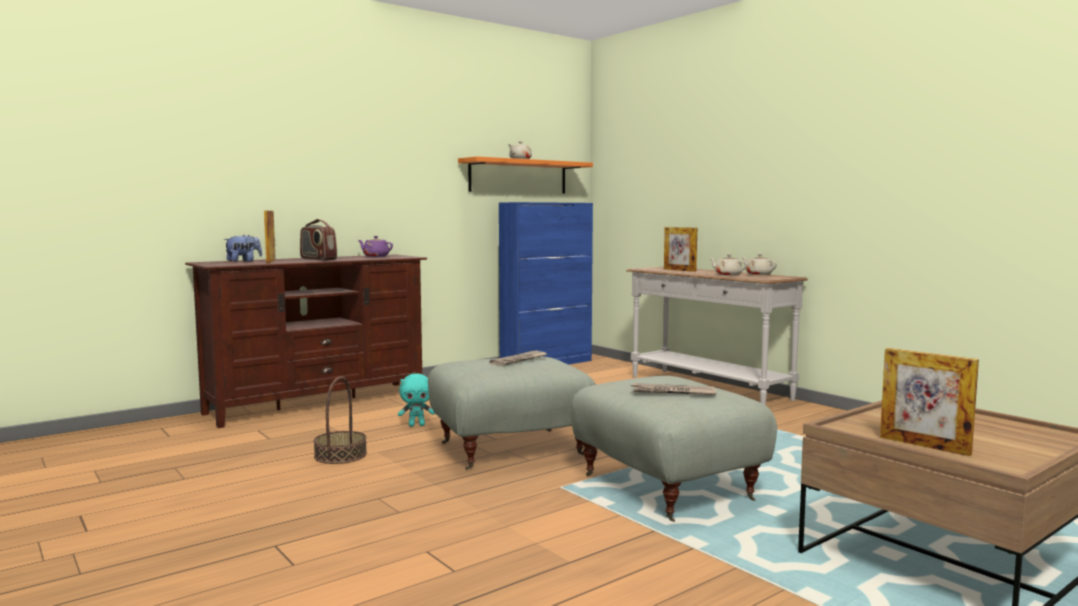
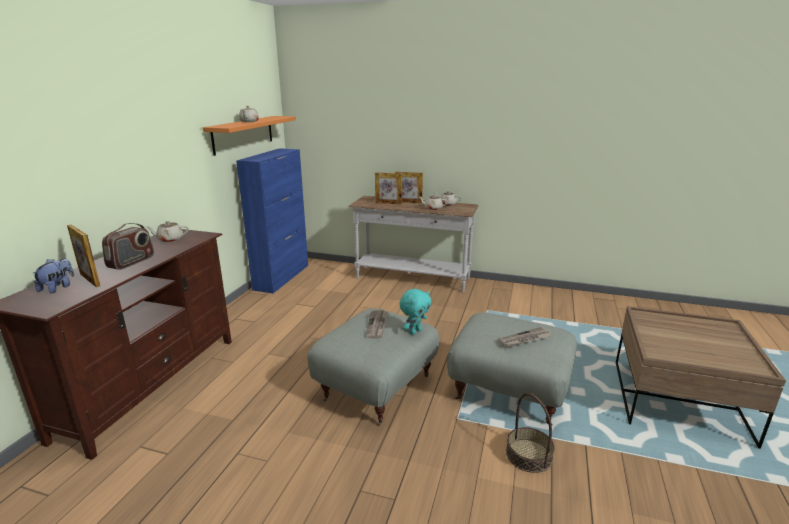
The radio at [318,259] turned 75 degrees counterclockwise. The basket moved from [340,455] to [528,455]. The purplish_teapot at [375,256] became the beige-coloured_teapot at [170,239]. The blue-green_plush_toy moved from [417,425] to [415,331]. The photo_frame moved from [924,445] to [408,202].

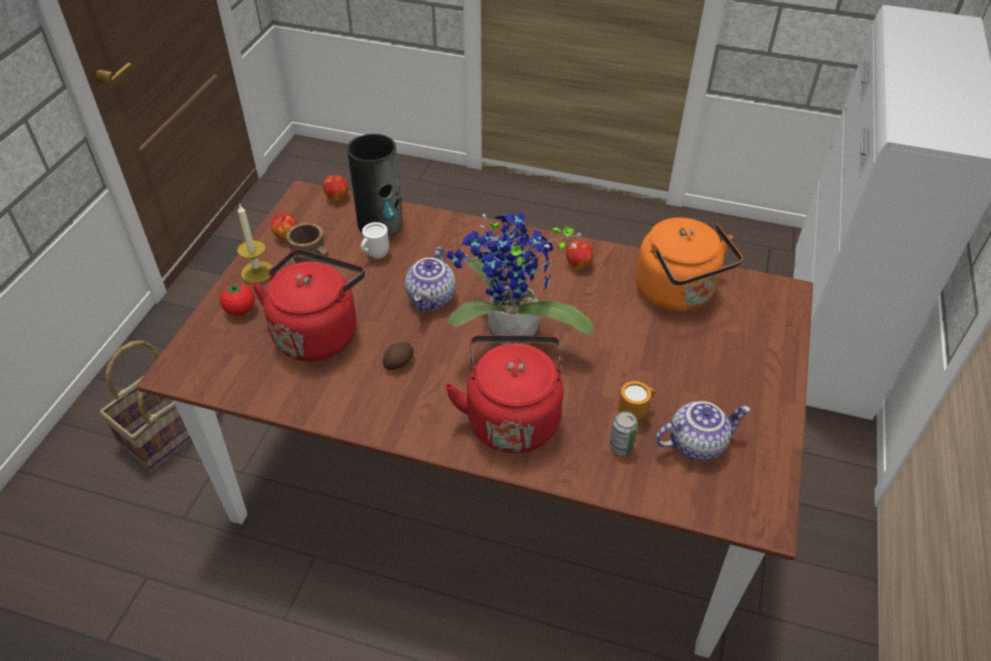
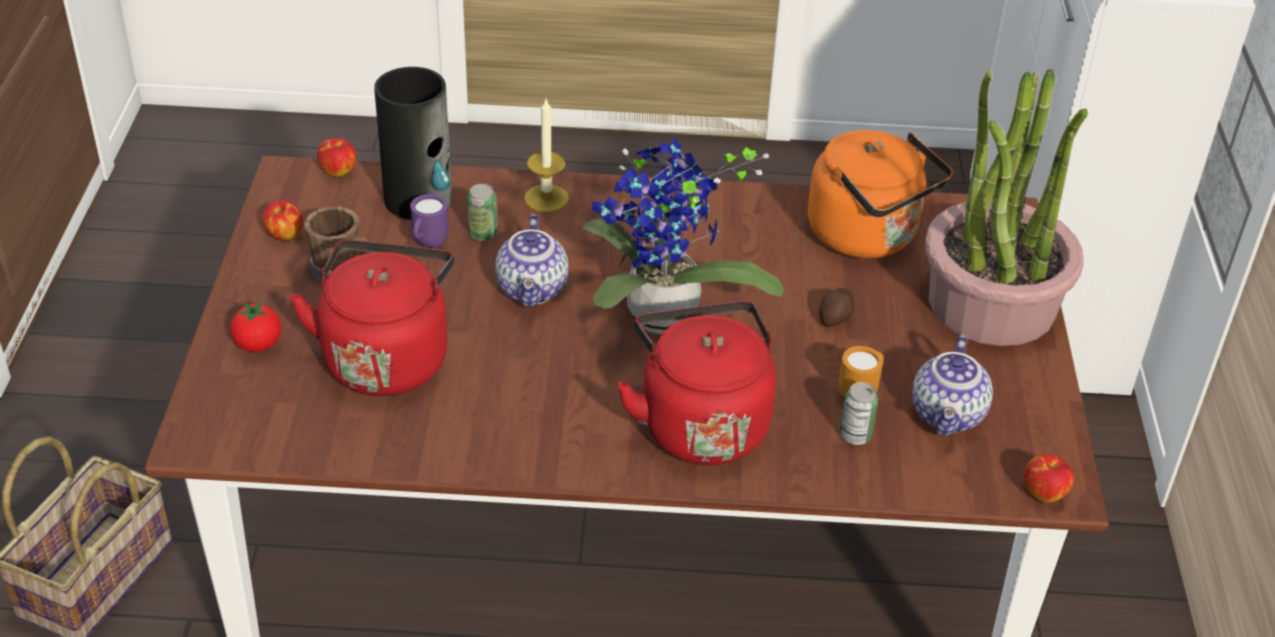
The wax_light moved from [257,272] to [546,198]. The whitish_tea_mug at [375,256] became the purplish_tea_mug at [428,244]. The spud moved from [399,362] to [836,317]. The apple moved from [578,264] to [1044,493]. The teapot at [696,443] turned 135 degrees clockwise. The can at [483,234] appeared. The plant_in_a_pot at [991,304] appeared.

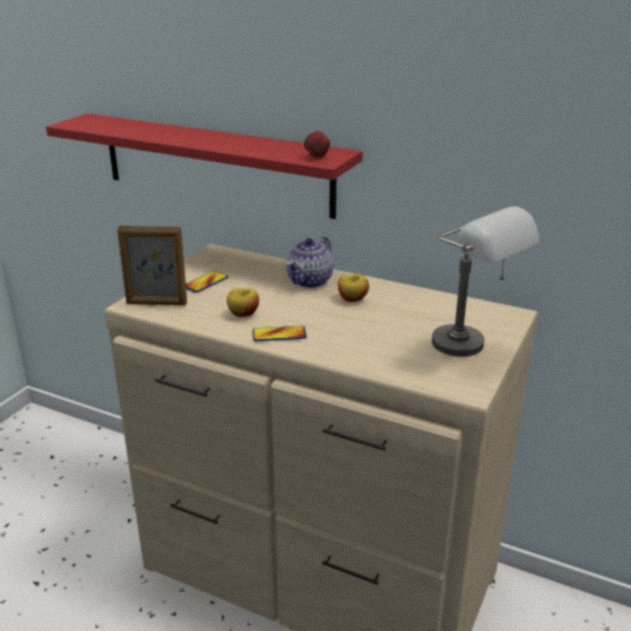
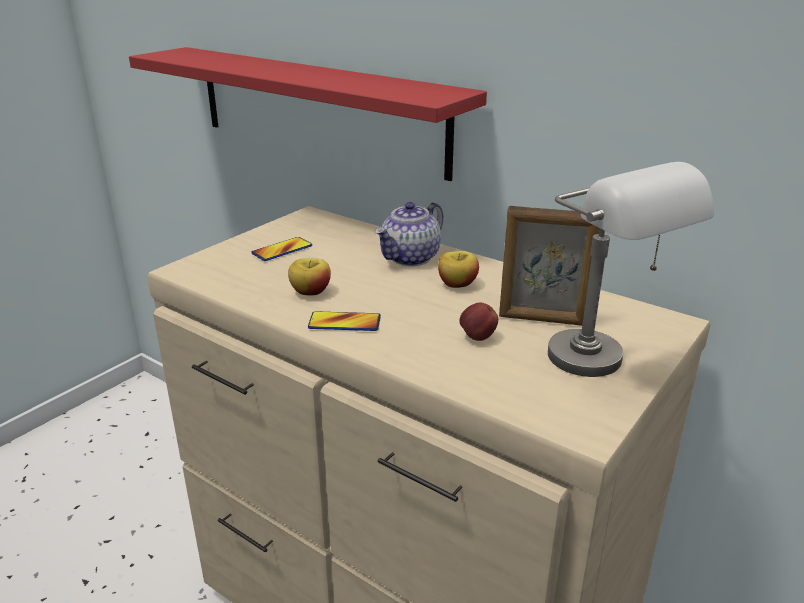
The photo_frame moved from [156,303] to [542,319]. The apple moved from [316,157] to [477,337].

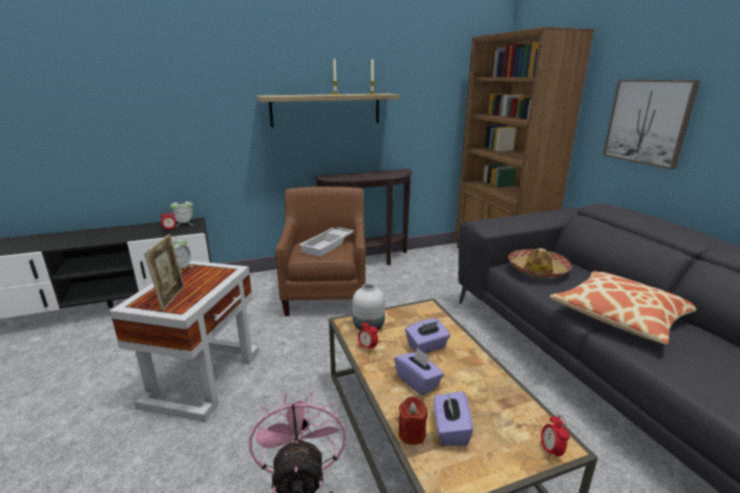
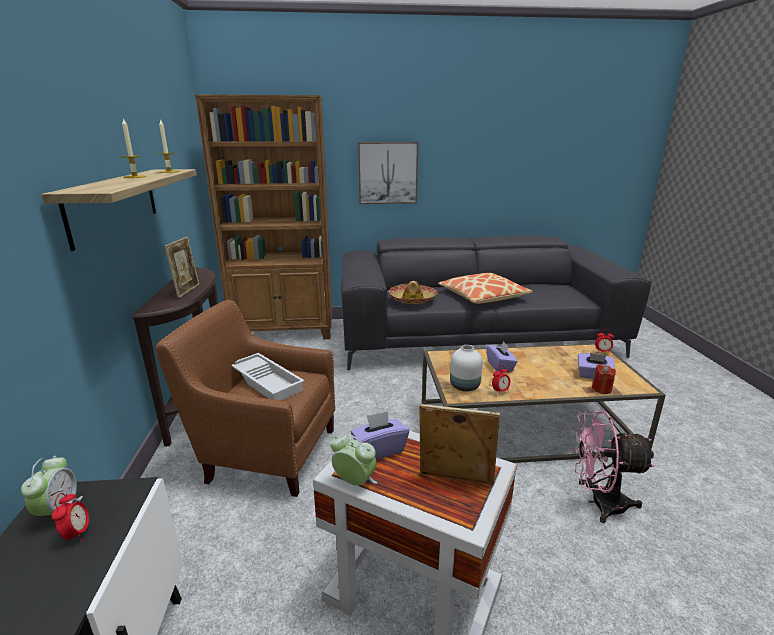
The purplish_tissue_box moved from [418,382] to [379,449]. The photo_frame at [187,291] appeared.

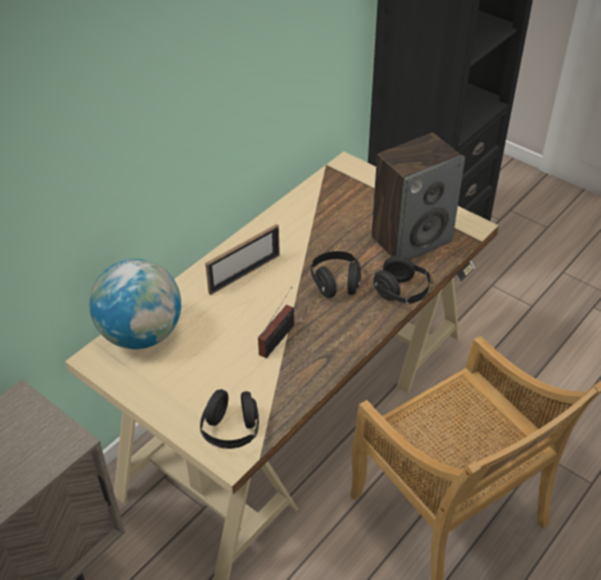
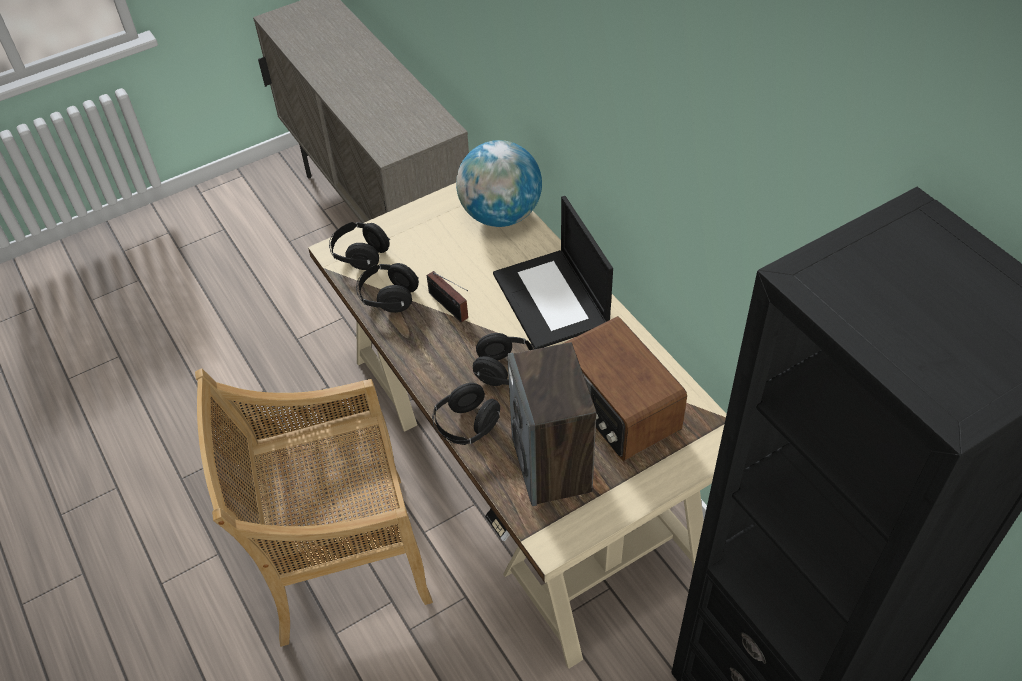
The photo_frame at [244,274] was replaced by the laptop at [552,300]. The black_pair_of_headphones at [388,298] appeared. The radio at [617,408] appeared.

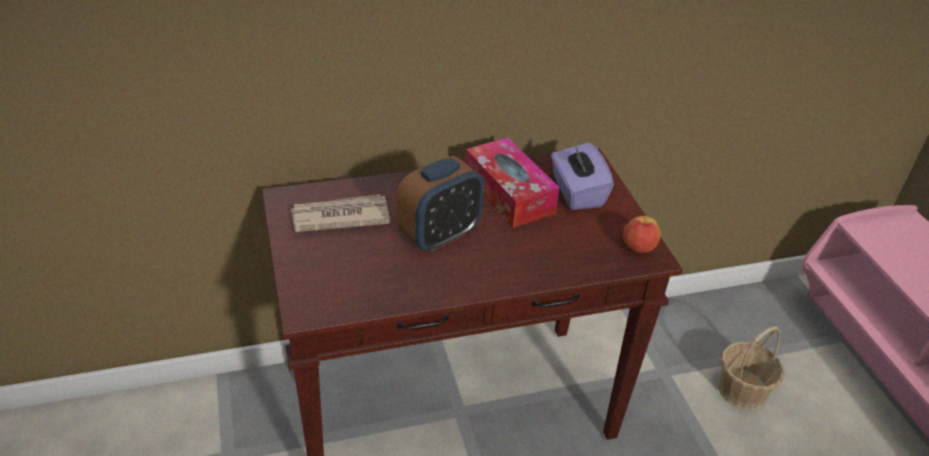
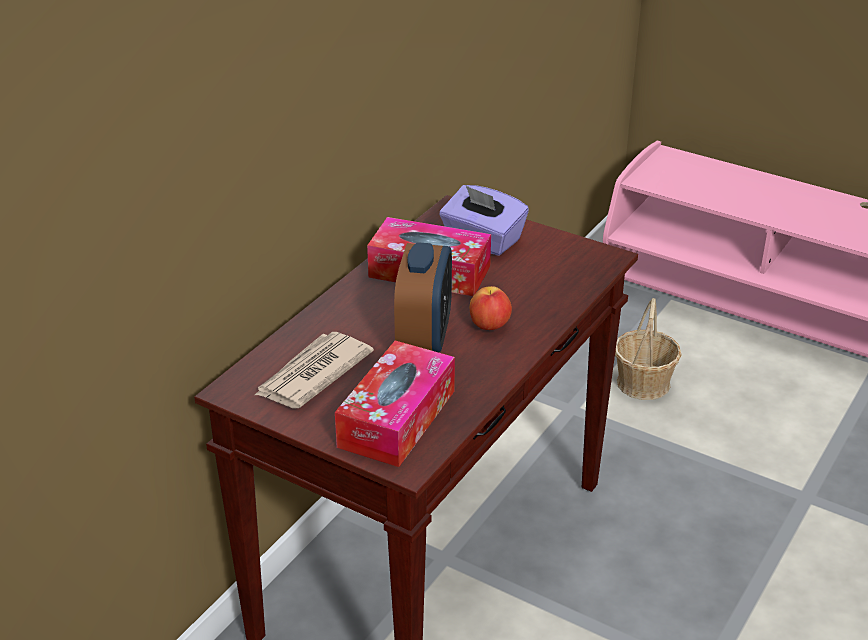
The apple moved from [638,248] to [489,325]. The tissue_box at [397,418] appeared.

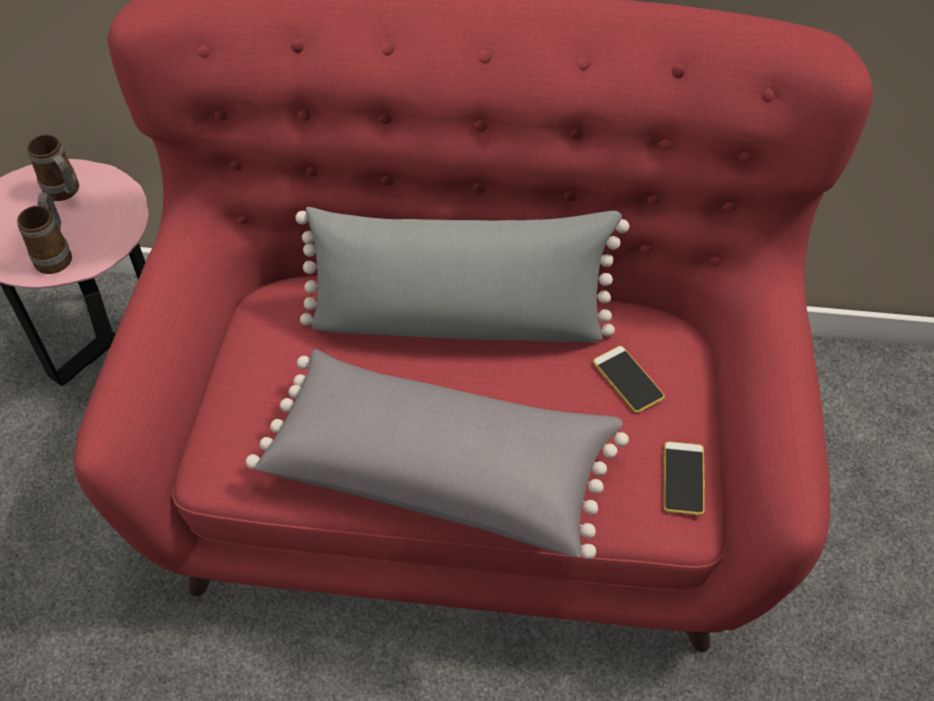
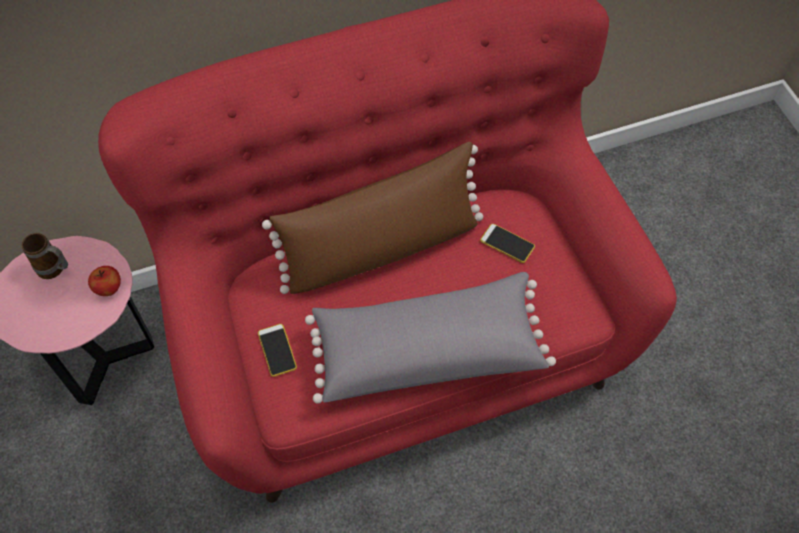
The tea_mug at [56,254] disappeared. The greyish_cushion at [459,320] became the brownish_cushion at [382,248]. The telephone moved from [683,478] to [277,350]. The apple at [109,288] appeared.

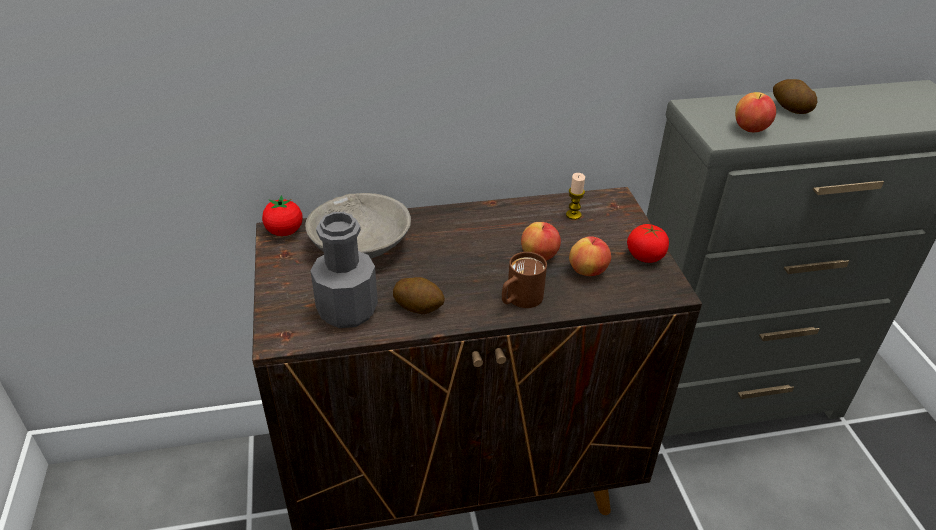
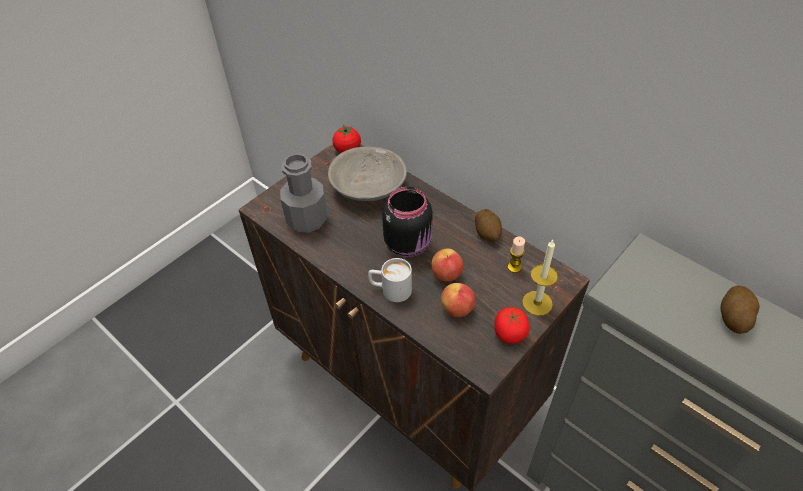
The spud moved from [419,306] to [487,233]. The brownish_tea_mug at [519,300] became the whitish_tea_mug at [390,290]. The apple at [750,129] disappeared. The black_jar at [409,244] appeared. The wax_light at [537,303] appeared.

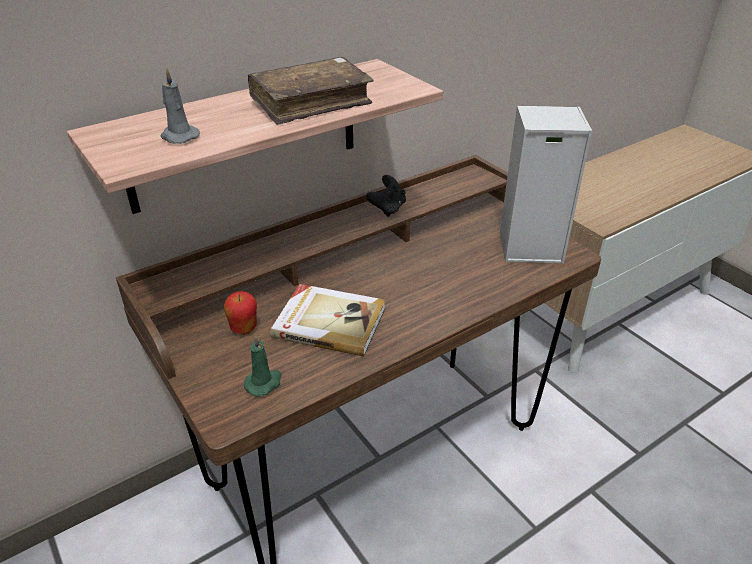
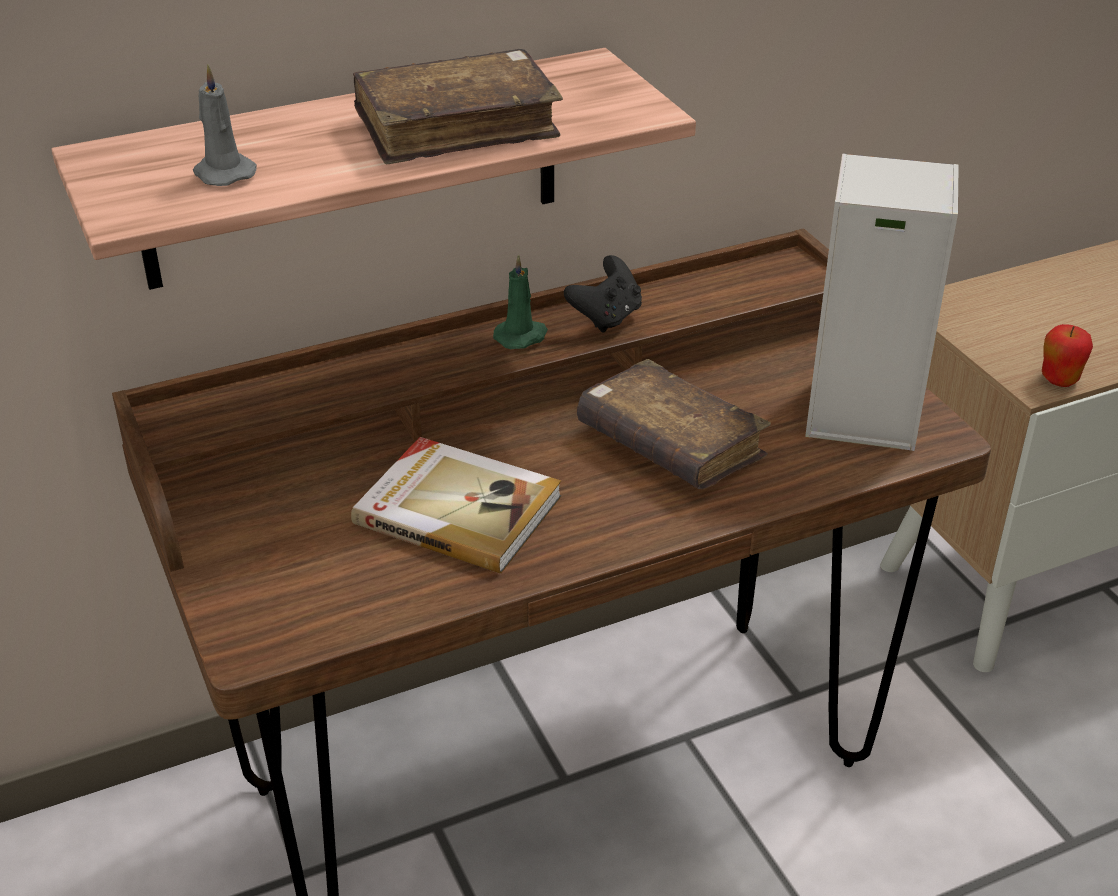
The apple moved from [244,328] to [1059,380]. The greenish_wax_light moved from [264,383] to [522,336]. The brownish_bound_book at [670,444] appeared.

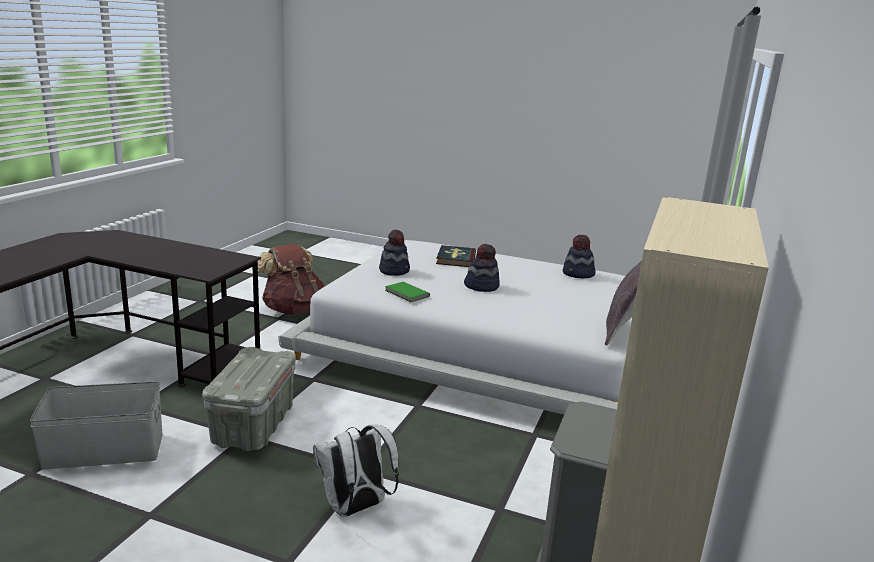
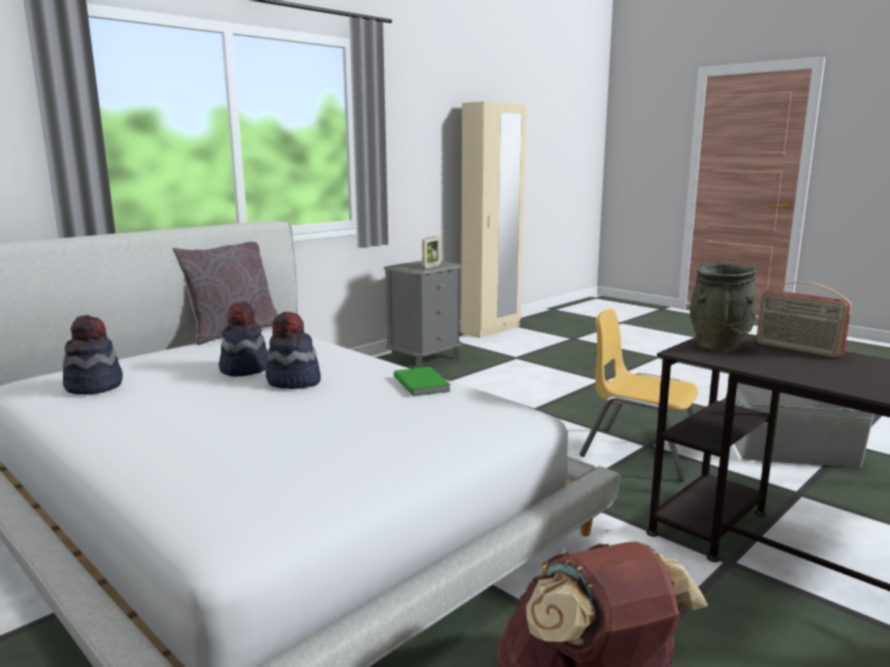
The greyish_storage_box at [254,426] was replaced by the yellowish_upright_chair at [640,453]. The whitish_rucksack at [355,508] disappeared. The clothing_hat moved from [394,271] to [244,369]. The bound_book at [455,259] disappeared. The photo_frame at [431,266] appeared. The greyish_vase at [718,345] appeared. The radio at [797,349] appeared.

